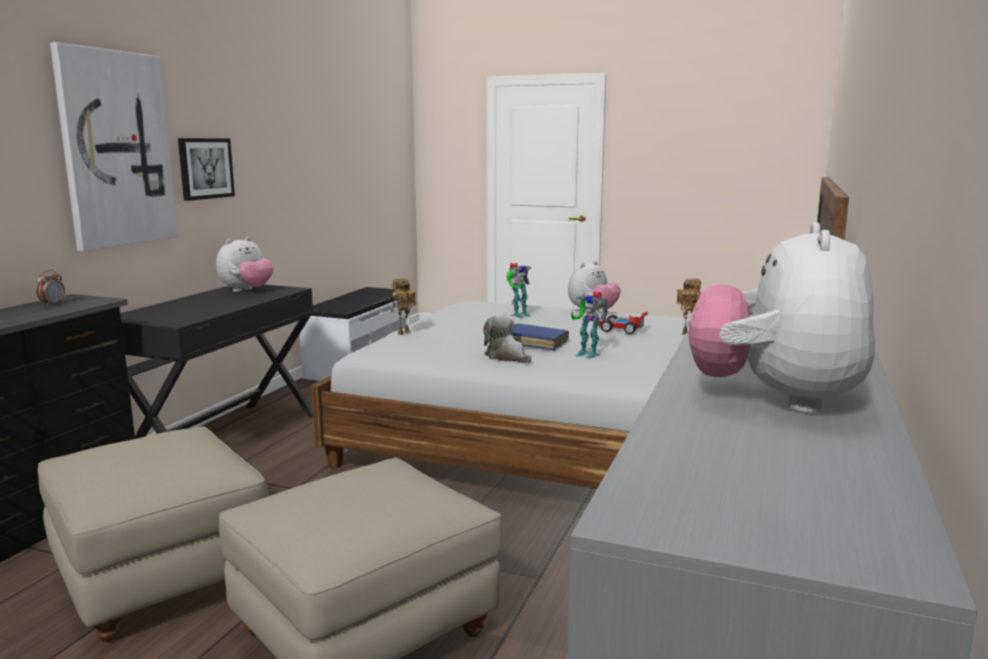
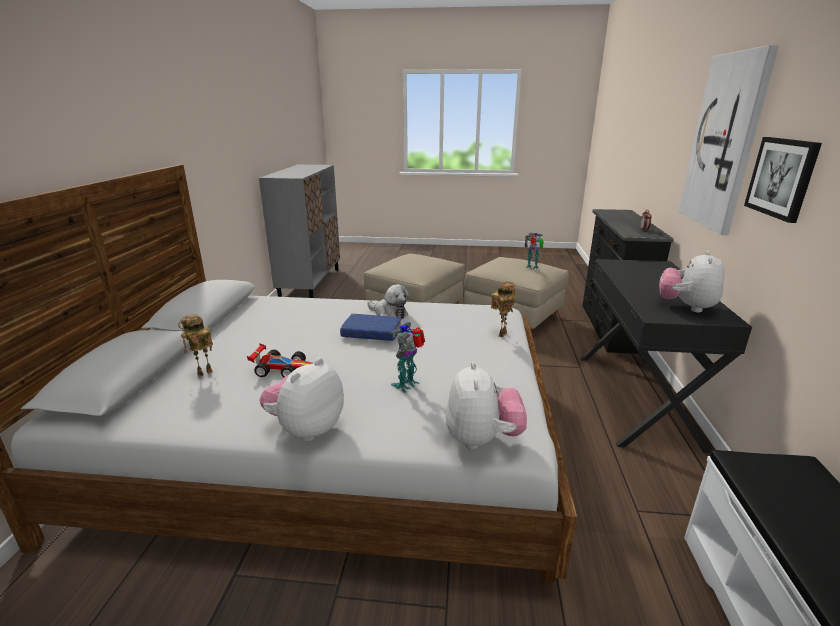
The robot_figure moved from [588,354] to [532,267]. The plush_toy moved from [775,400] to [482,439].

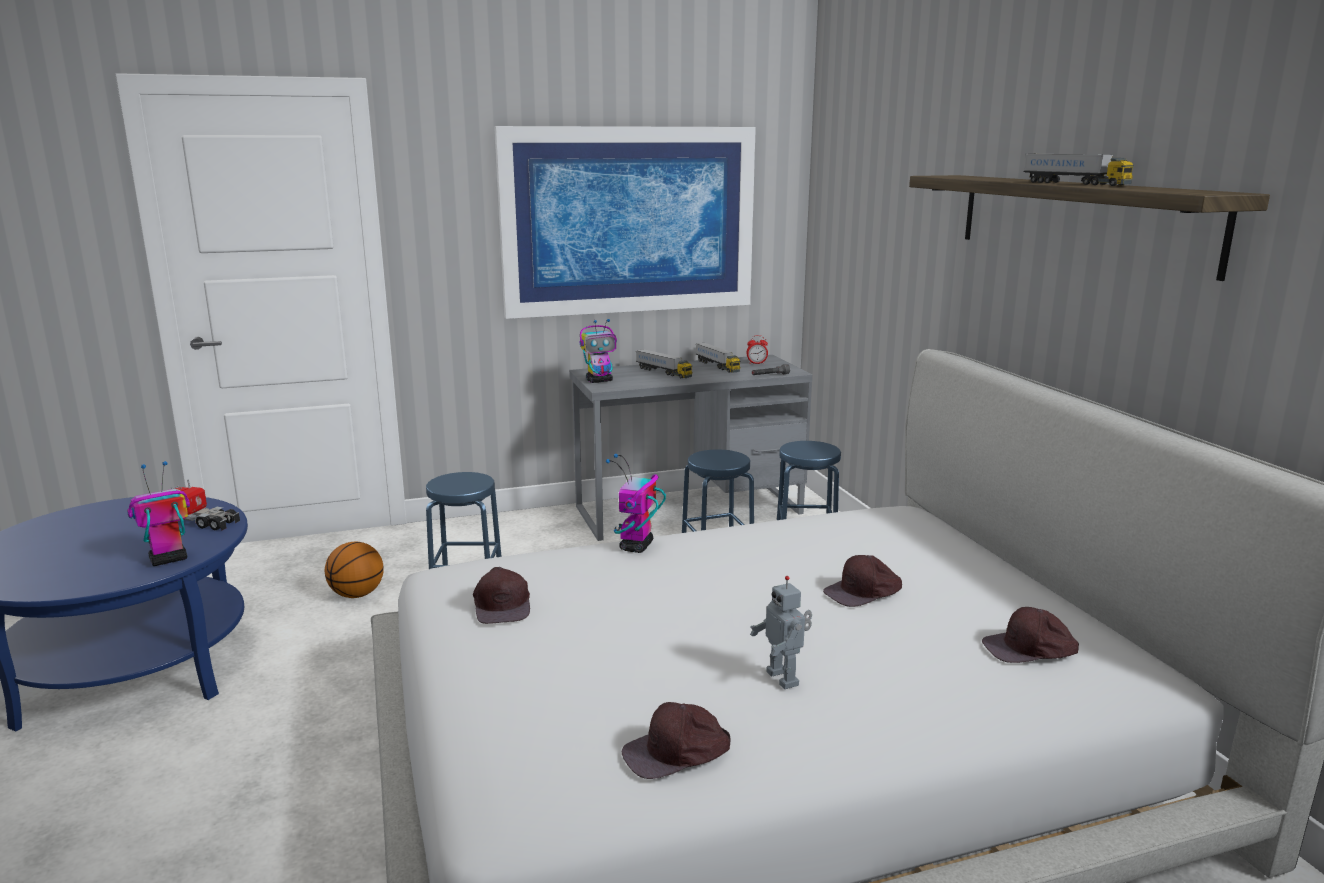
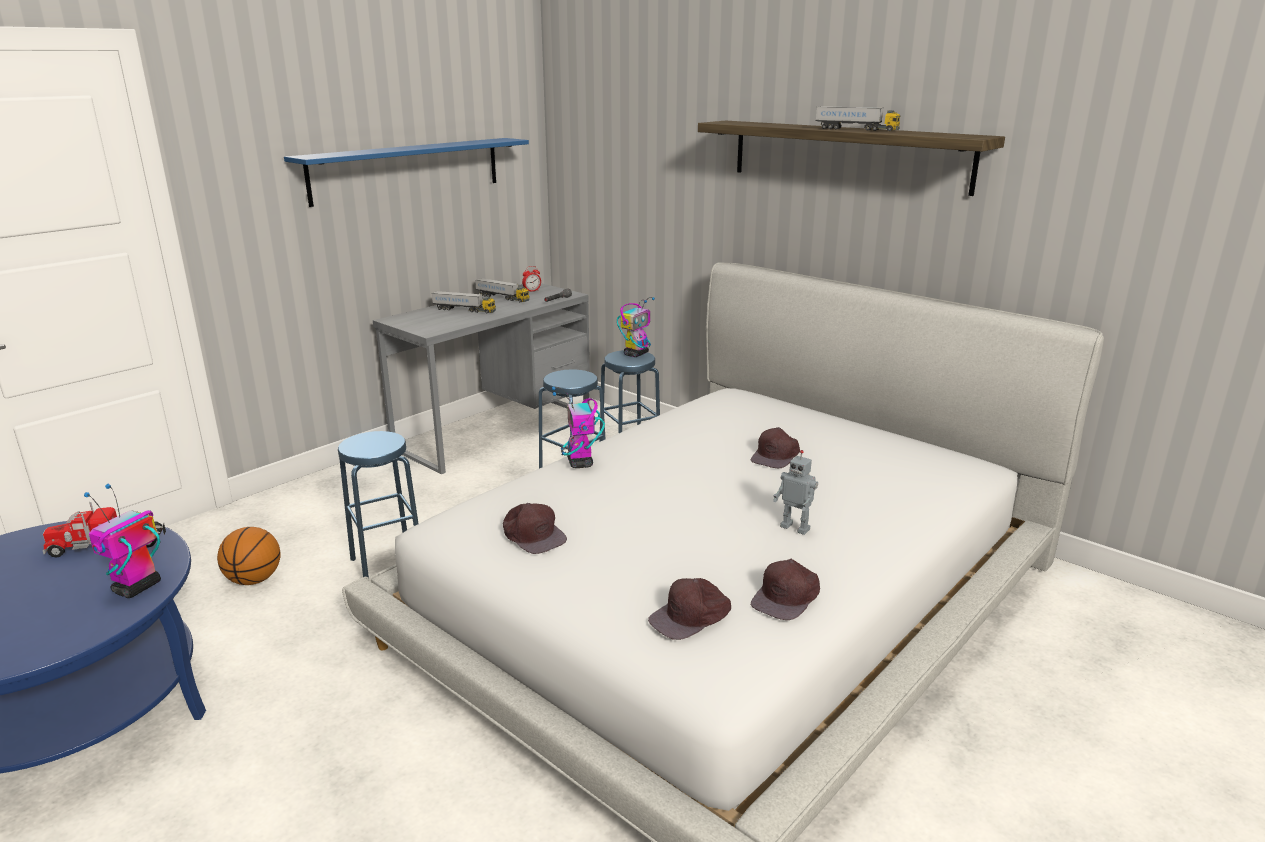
The wall_picture at [629,221] was replaced by the bluish_wall_shelf at [408,170]. The robot_figure moved from [600,381] to [636,354]. The brownish_baseball_cap moved from [1030,649] to [691,617].

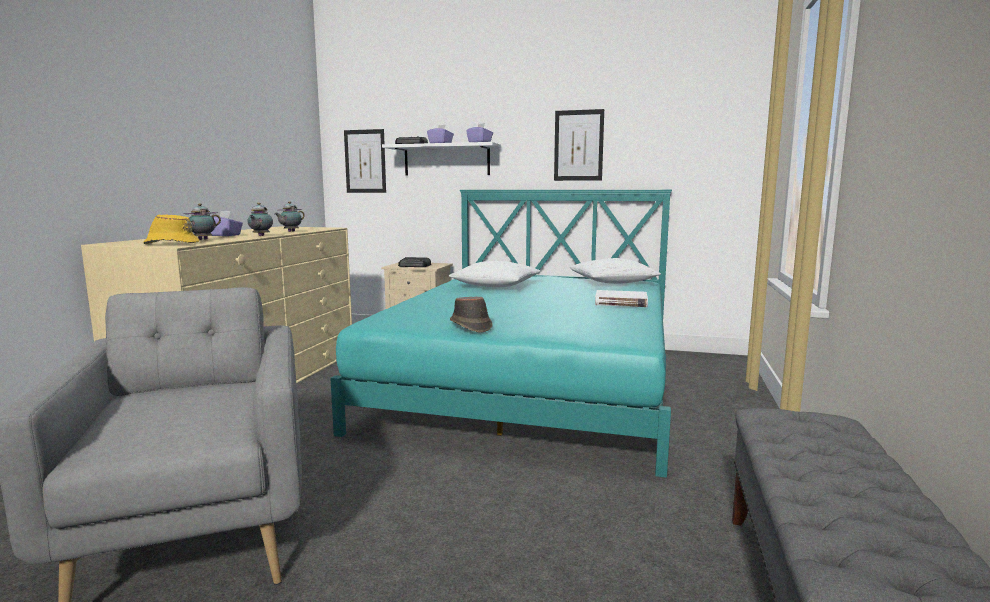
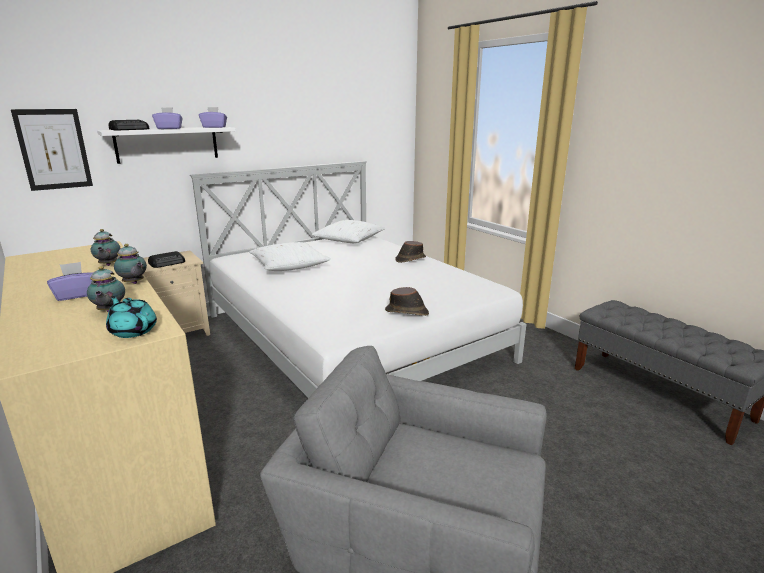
The yellowish_clothing_hat at [171,244] was replaced by the blue-green_teapot at [133,330]. The blue-green_sleeping_bed at [531,384] became the whitish_sleeping_bed at [350,337]. The wall_picture at [578,145] disappeared. The whitish_bound_book at [621,302] was replaced by the brownish_clothing_hat at [410,259].

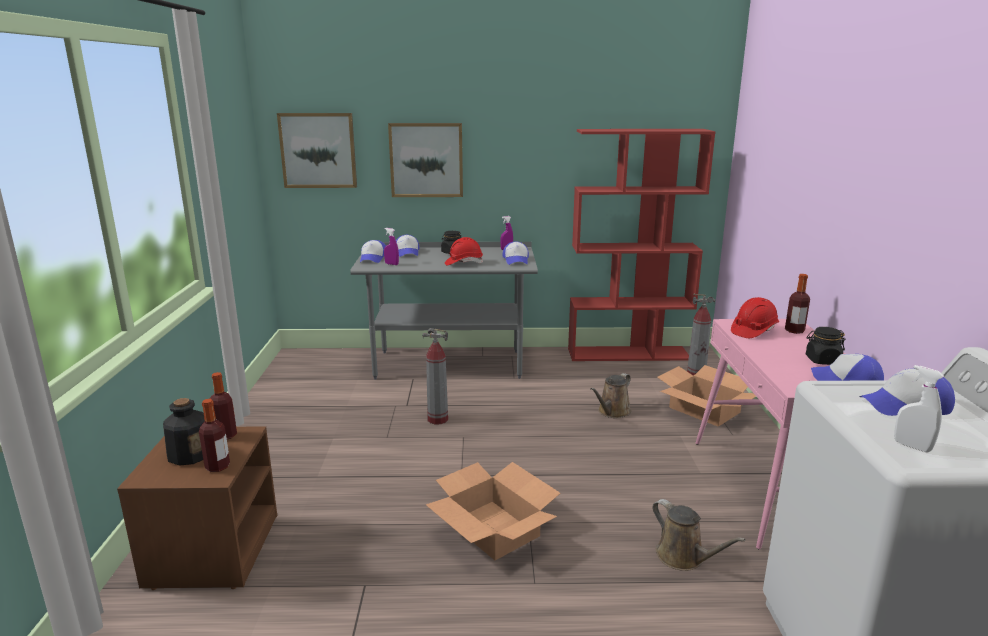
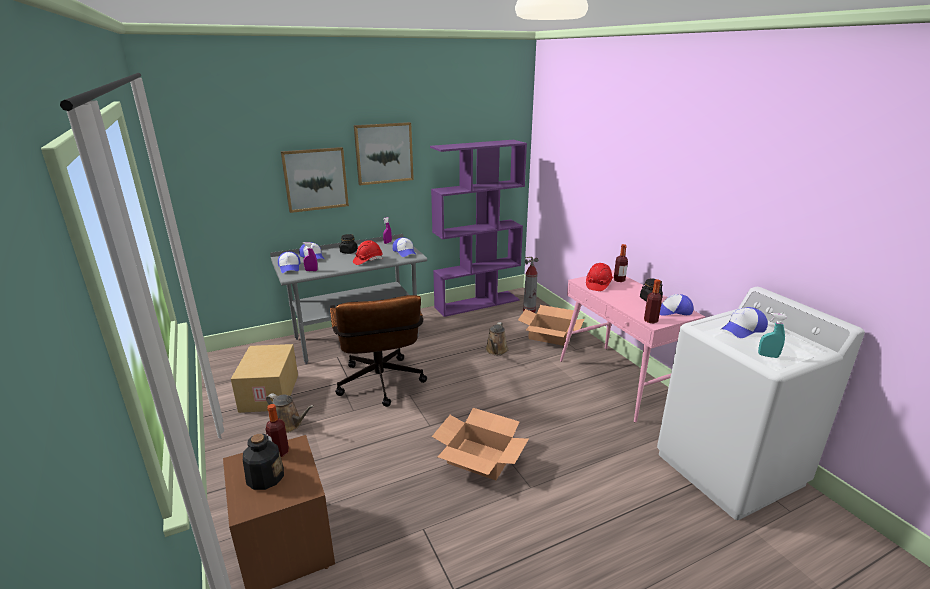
The drink_bottle moved from [217,467] to [650,320]. The wall_picture moved from [318,150] to [384,153]. The extinguisher at [437,419] was replaced by the brownish_office_chair at [381,386]. The red_bookcase at [628,354] became the purplish_bookcase at [477,303]. The brownish_sprinkling_can moved from [684,557] to [289,425]. The whitish_sprayer at [912,446] became the blue-green_sprayer at [768,356]. The cardboard_box at [270,393] appeared.

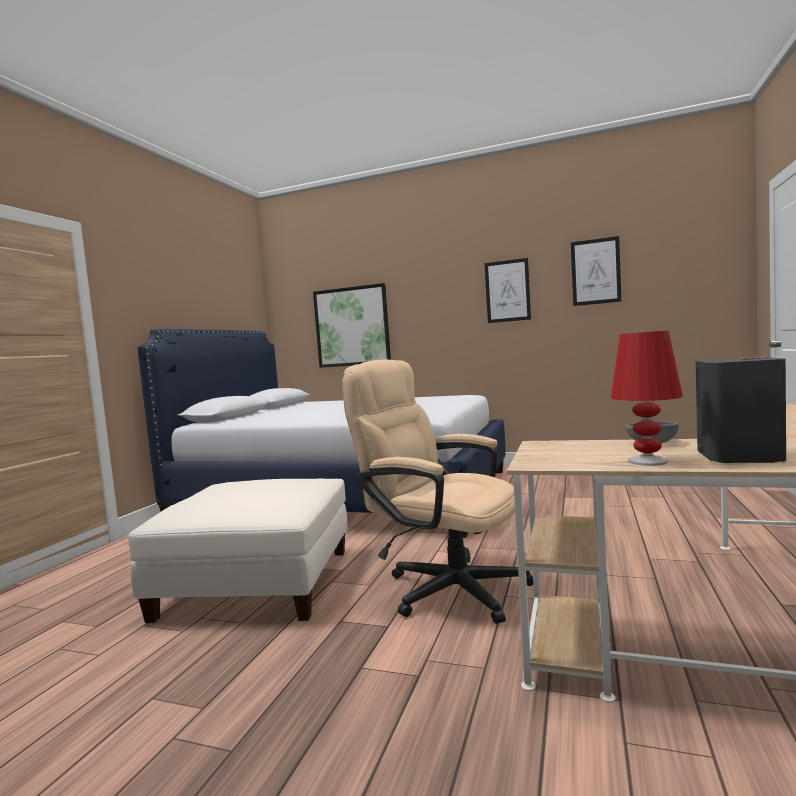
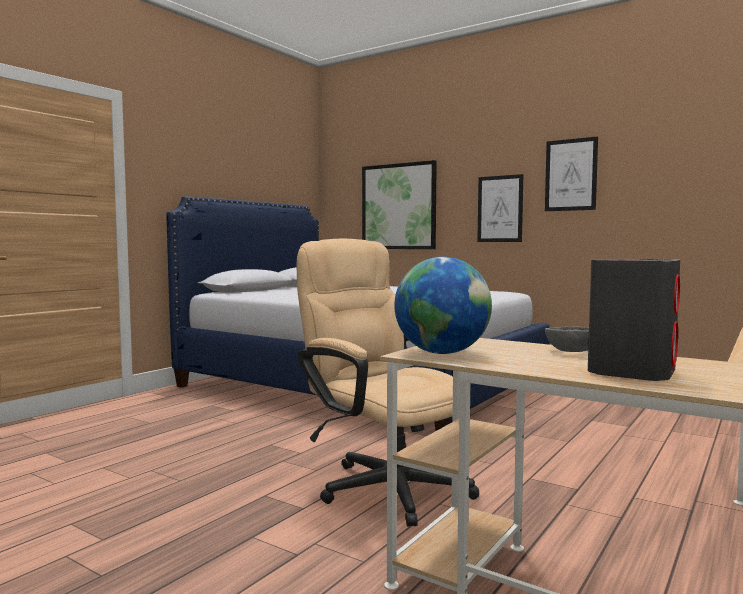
The whitish_pouffe at [256,583] disappeared. The wall_picture moved from [595,271] to [500,209]. The red_table_lamp at [647,461] disappeared. The desk_globe at [442,353] appeared.

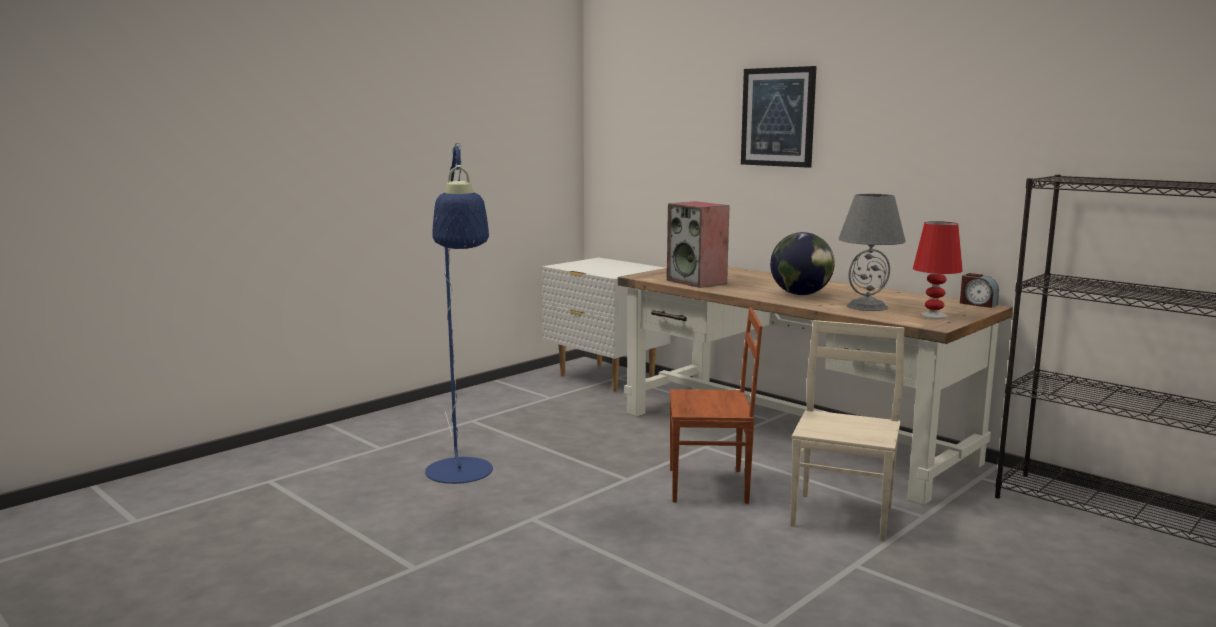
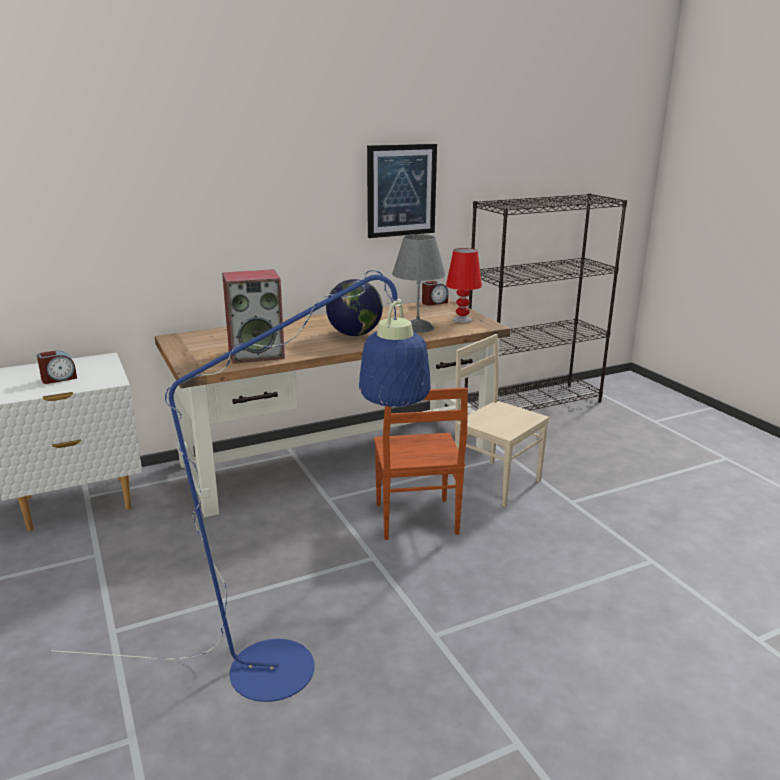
The brownish_upright_chair at [710,486] turned 150 degrees clockwise. The wall_picture moved from [778,117] to [401,190]. The alarm_clock at [59,379] appeared.

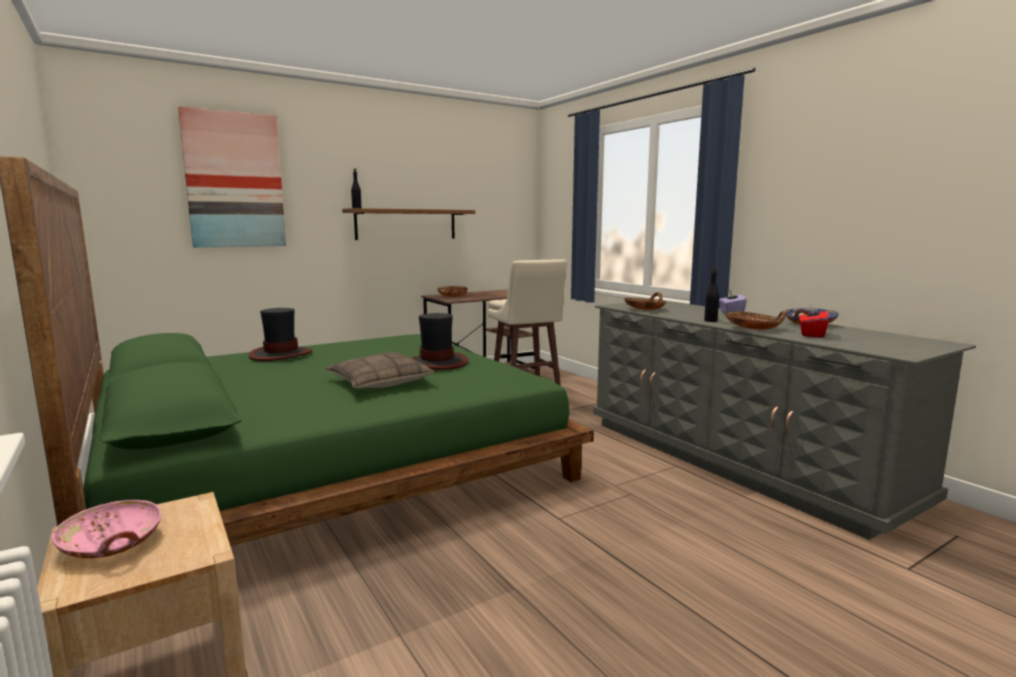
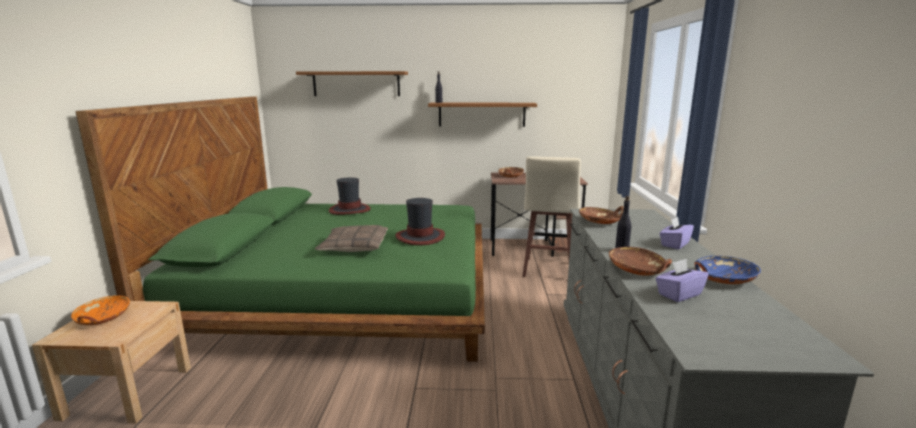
The pinkish_serving_bowl at [111,544] became the orange-coloured_serving_bowl at [102,318]. The wall_picture at [234,180] was replaced by the brownish_wall_shelf at [356,84]. The red_tissue_box at [811,334] became the purplish_tissue_box at [678,294].

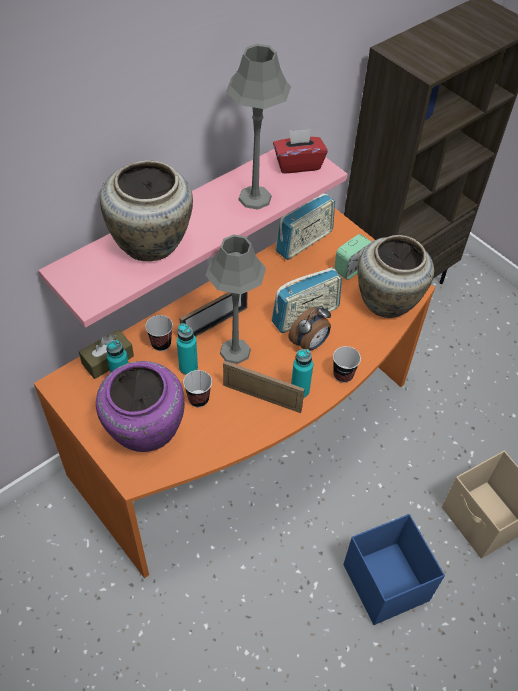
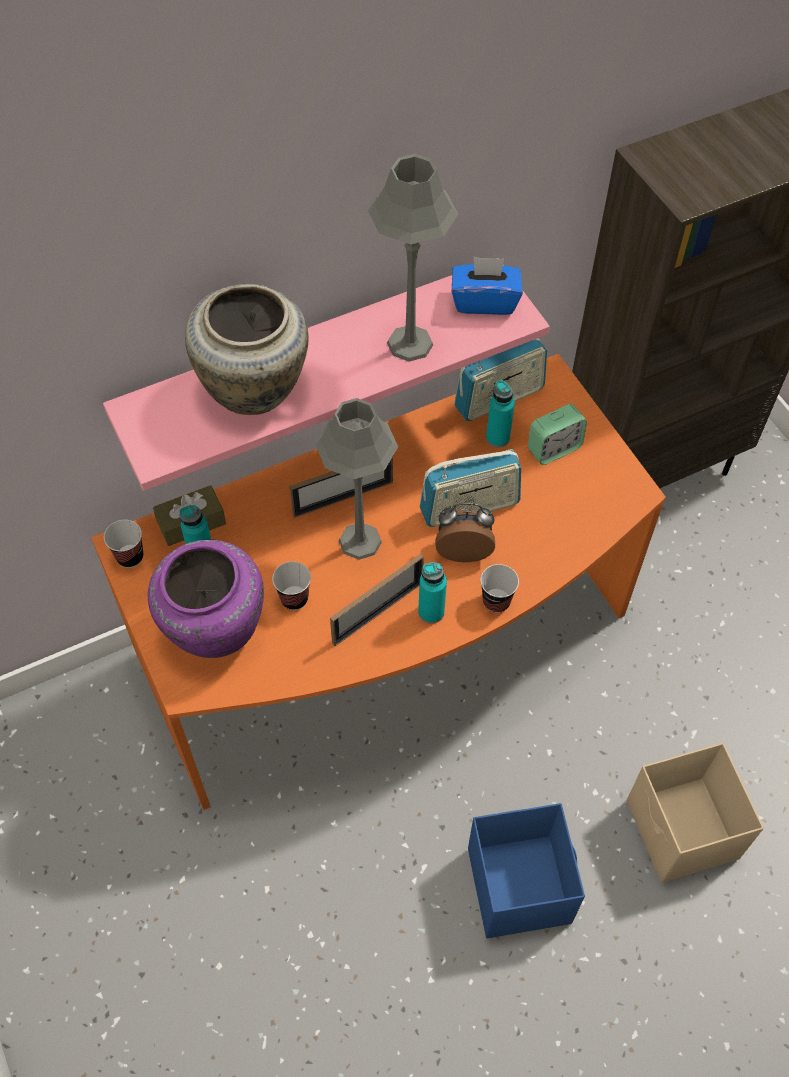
The small_cup moved from [161,344] to [130,557]. The blue-green_drink_bottle moved from [188,367] to [497,438]. The photo_frame at [262,398] turned 105 degrees clockwise. The red_tissue_box at [298,164] became the bluish_tissue_box at [484,301]. The alarm_clock at [309,344] turned 150 degrees counterclockwise. The beige-coloured_vase at [388,302] disappeared.

